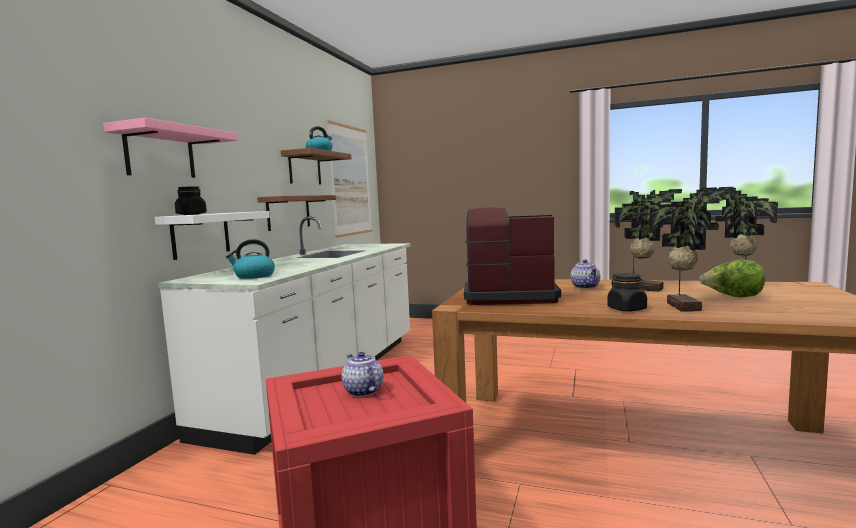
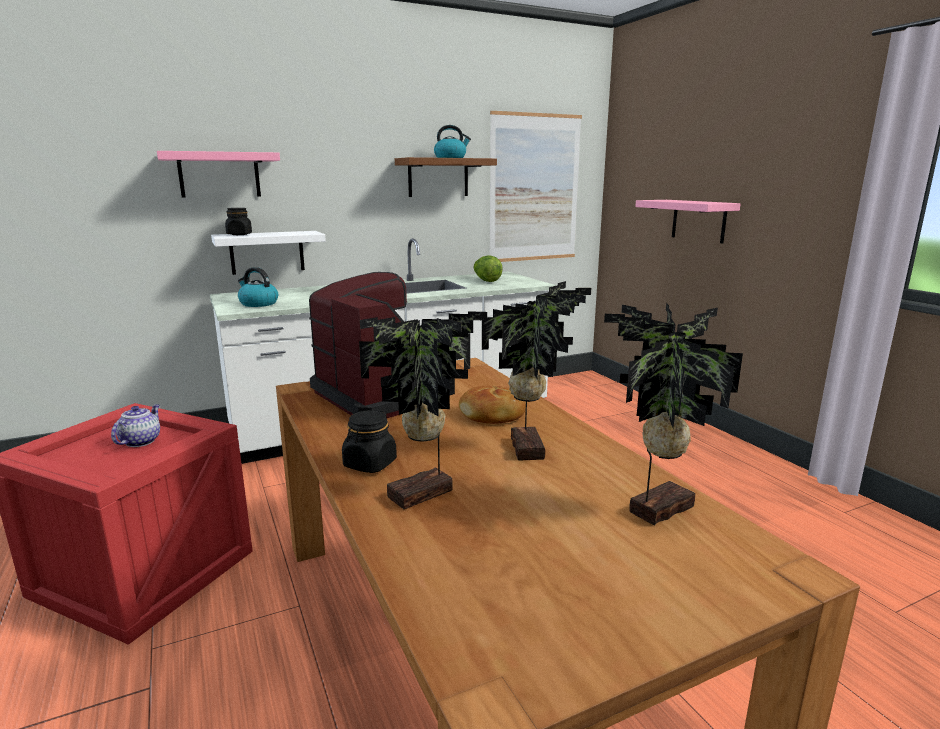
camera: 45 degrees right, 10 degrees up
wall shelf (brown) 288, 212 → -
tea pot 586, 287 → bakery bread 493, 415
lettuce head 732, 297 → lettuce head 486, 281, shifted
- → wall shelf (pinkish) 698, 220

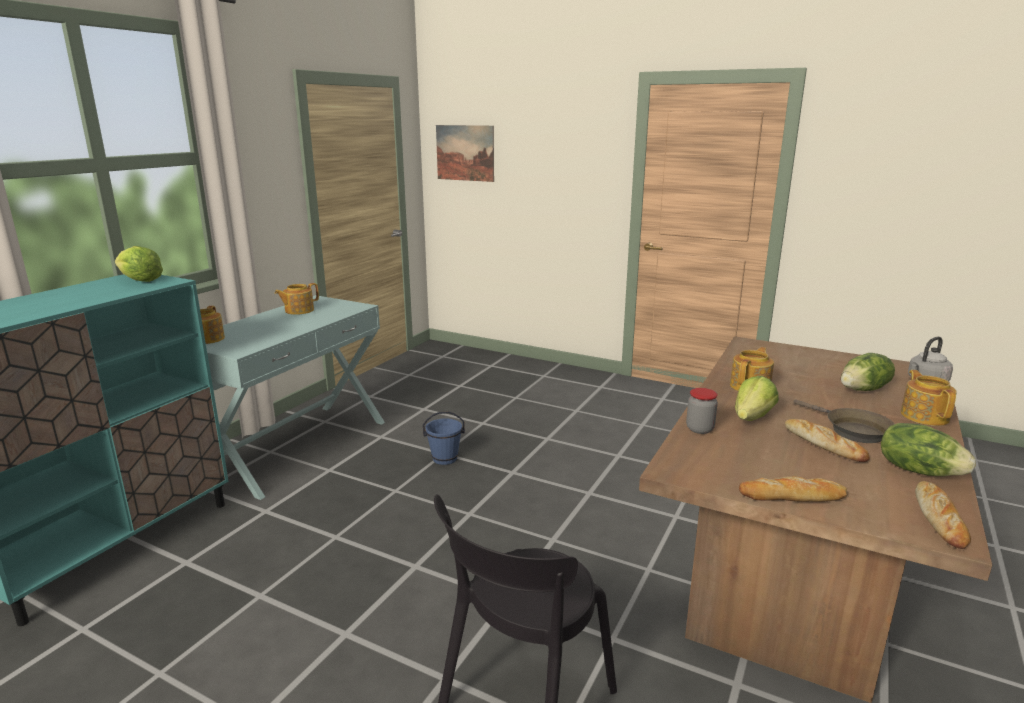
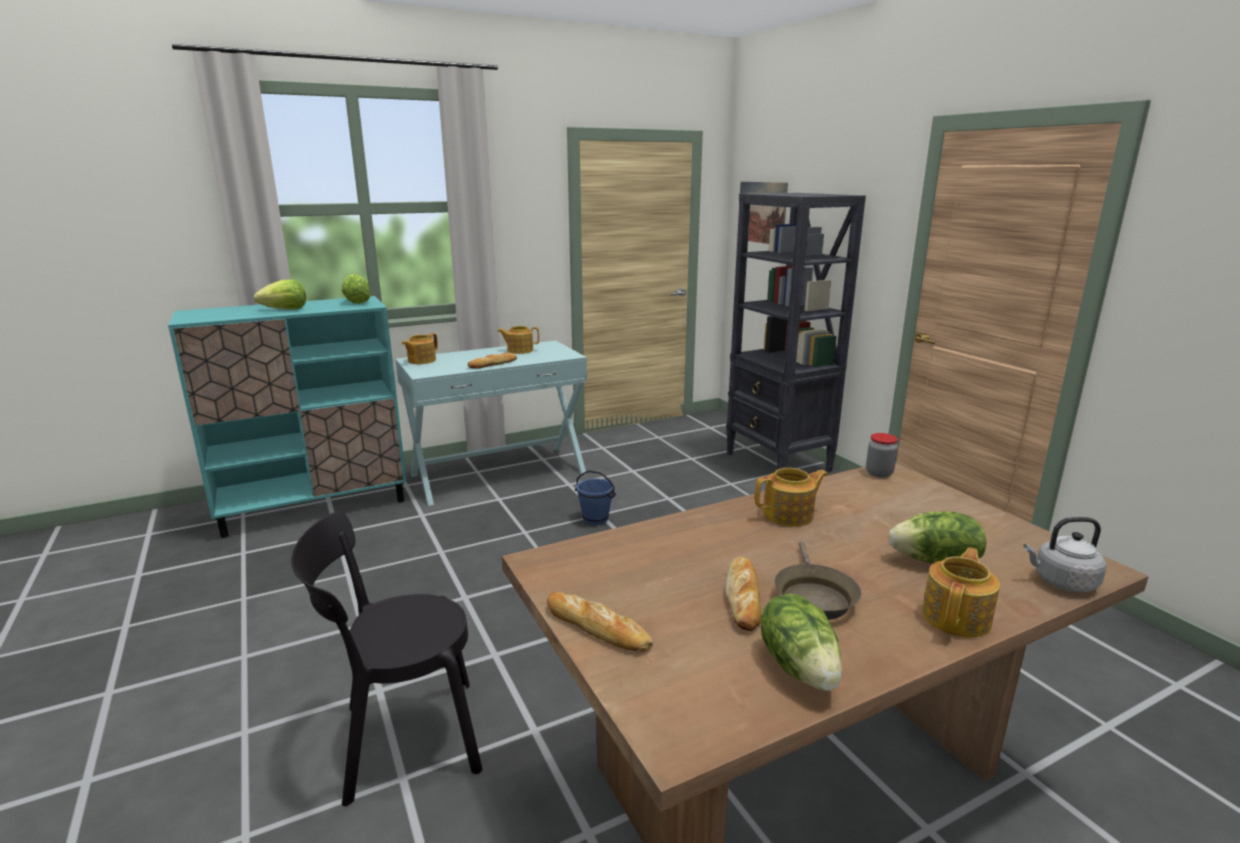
camera: 35 degrees right, 0 degrees up
lettuce head 752, 418 → lettuce head 285, 309, shifted
jar 699, 429 → jar 879, 473, shifted
bakery bread 939, 518 → bakery bread 493, 364, shifted
- → bookshelf (blackish) 778, 462

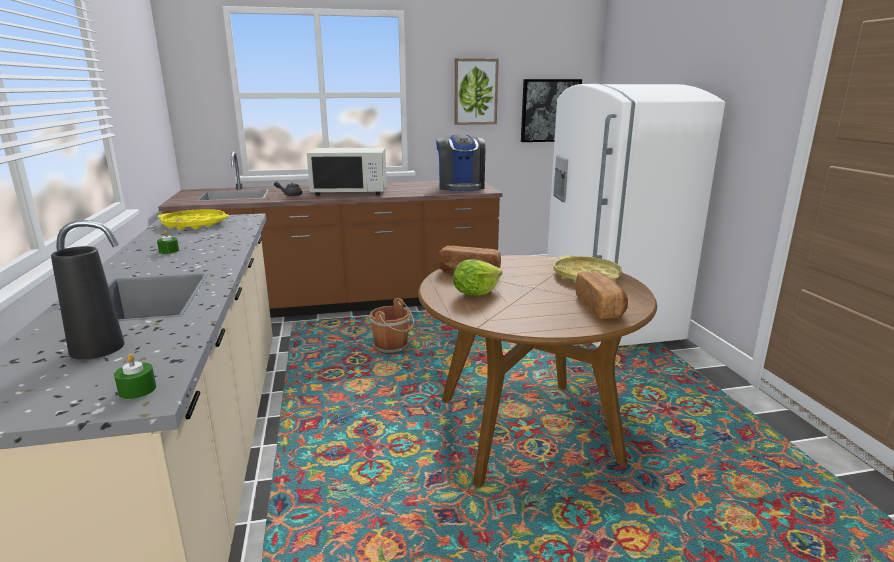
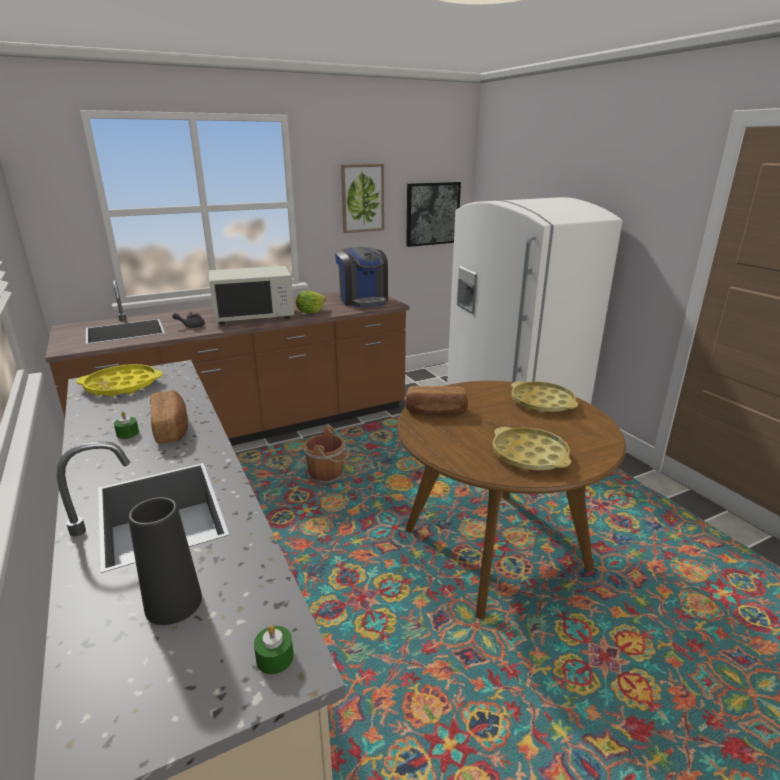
camera: 15 degrees left, 5 degrees up
lettuce head 475, 293 → lettuce head 310, 312, shifted
bakery bread 600, 307 → bakery bread 172, 428, shifted
- → tray (yellowish) 529, 455

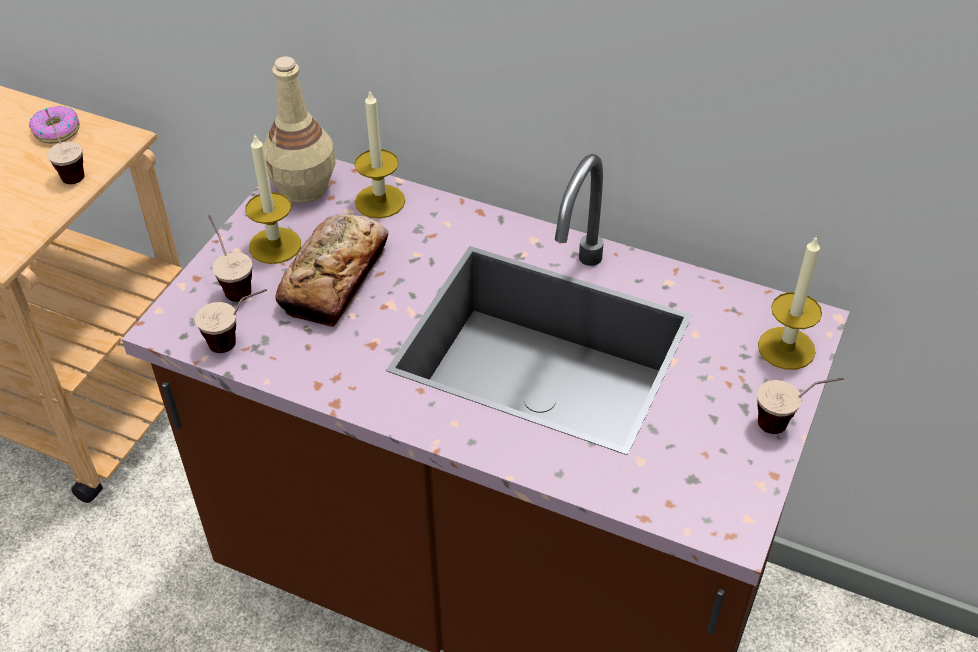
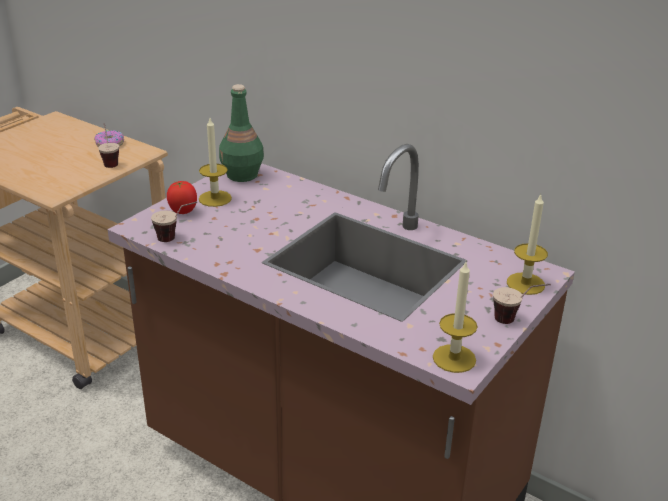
camera: 10 degrees right, 15 degrees down
drink bottle (sand-coloured) 304, 188 → drink bottle (green-coloured) 242, 175
wax light 380, 201 → wax light 454, 358, shifted
bakery bread 334, 277 → -
drinking cup 232, 283 → whole tomato 183, 212

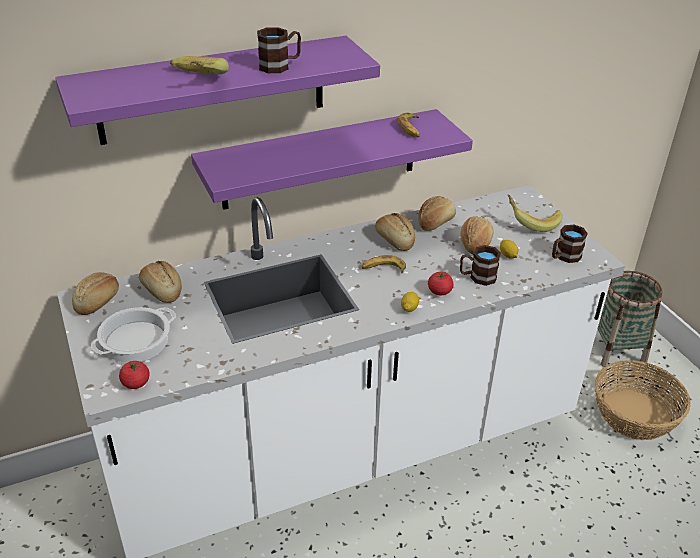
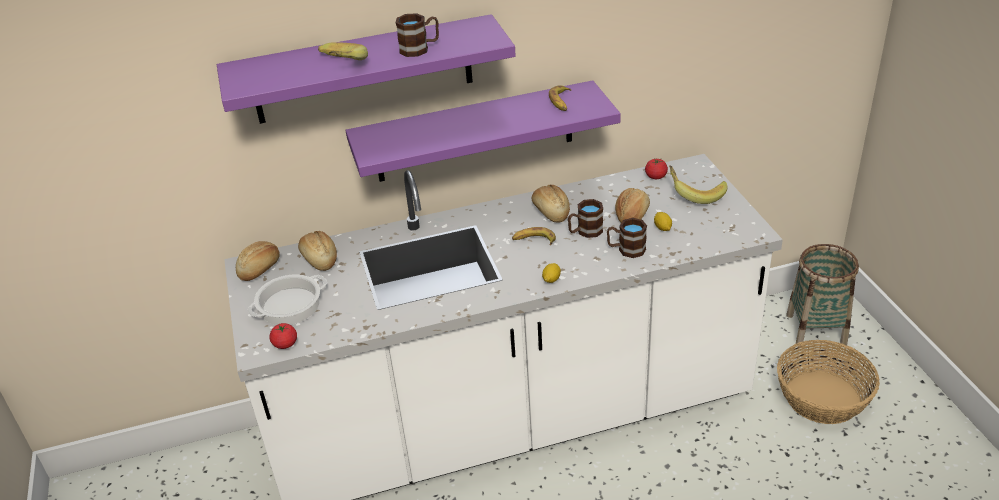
camera: 10 degrees right, 0 degrees up
bakery bread 435, 222 → -
coffee mug (brown) 564, 257 → coffee mug (brown) 585, 232, shifted
whole tomato 439, 292 → whole tomato 656, 176, shifted

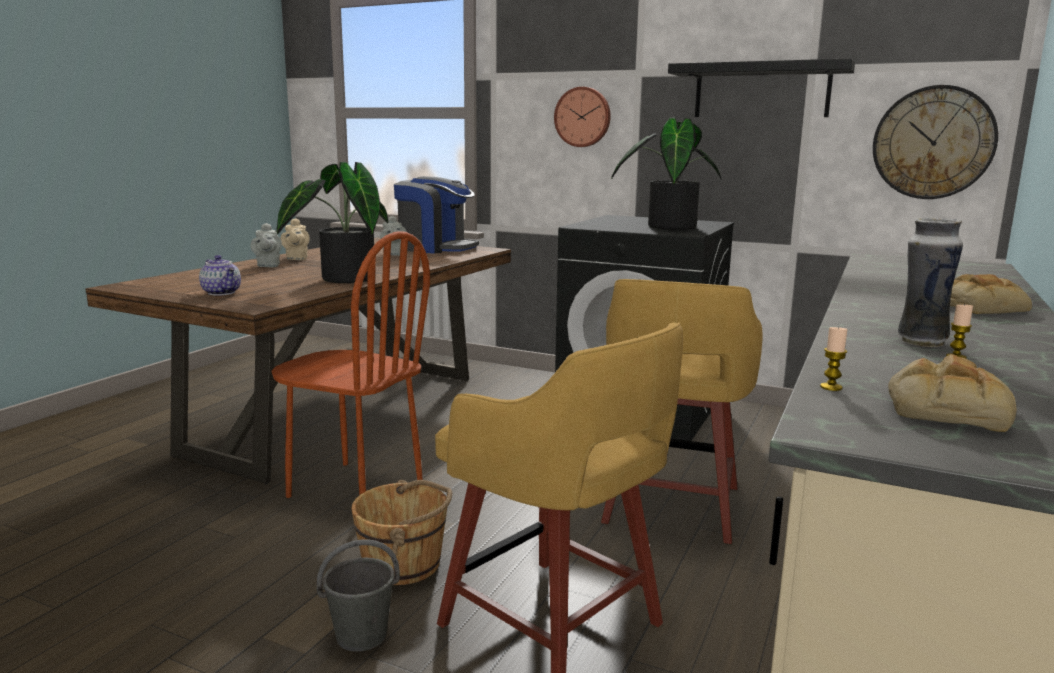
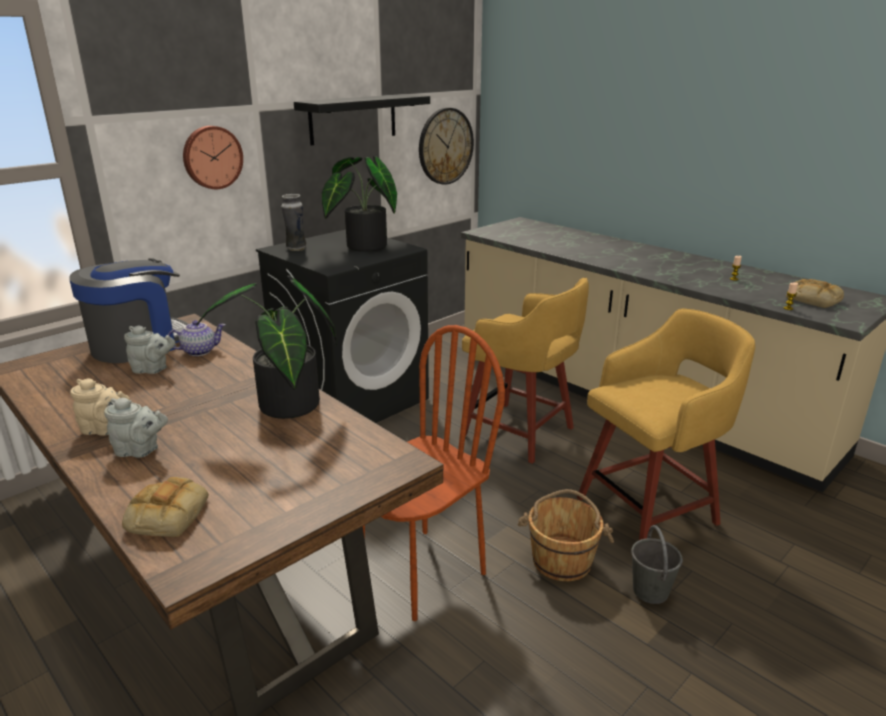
camera: 70 degrees left, 10 degrees up
vase 920, 342 → vase 296, 249, shifted
tea pot 222, 293 → tea pot 199, 351, shifted
bakery bread 980, 307 → bakery bread 166, 514, shifted

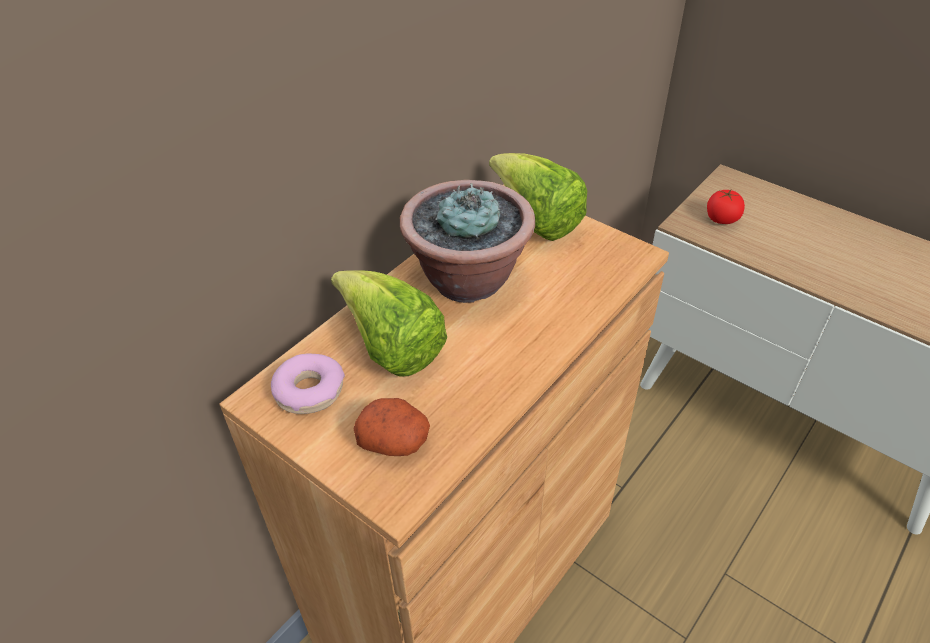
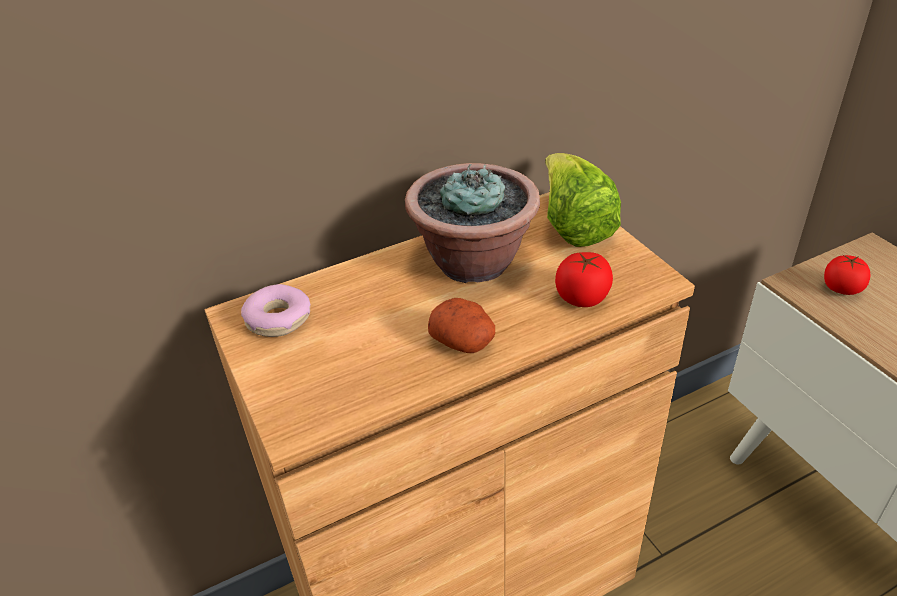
camera: 25 degrees right, 5 degrees down
lettuce head 391, 347 → -
whole potato 395, 441 → whole potato 464, 342, shifted
- → whole tomato 582, 297

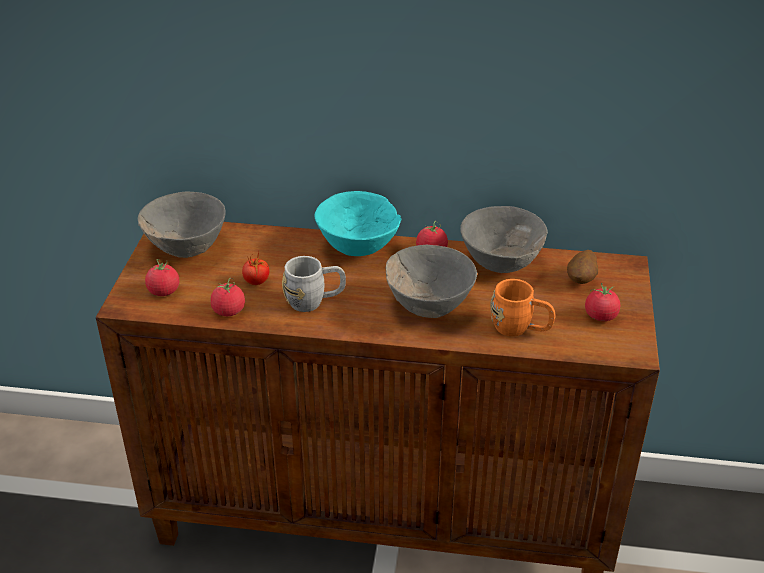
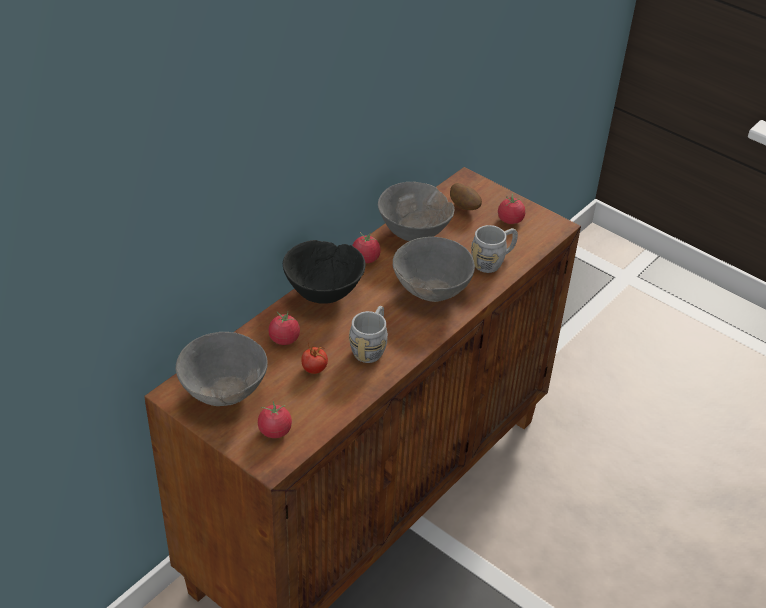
camera: 60 degrees left, 5 degrees up
deep dish (turquoise-coloured) 359, 249 → deep dish (blackish) 324, 293
whole tomato 229, 311 → whole tomato 284, 339, shifted
coffee mug (orange-coloured) 520, 329 → coffee mug (greyish) 493, 261

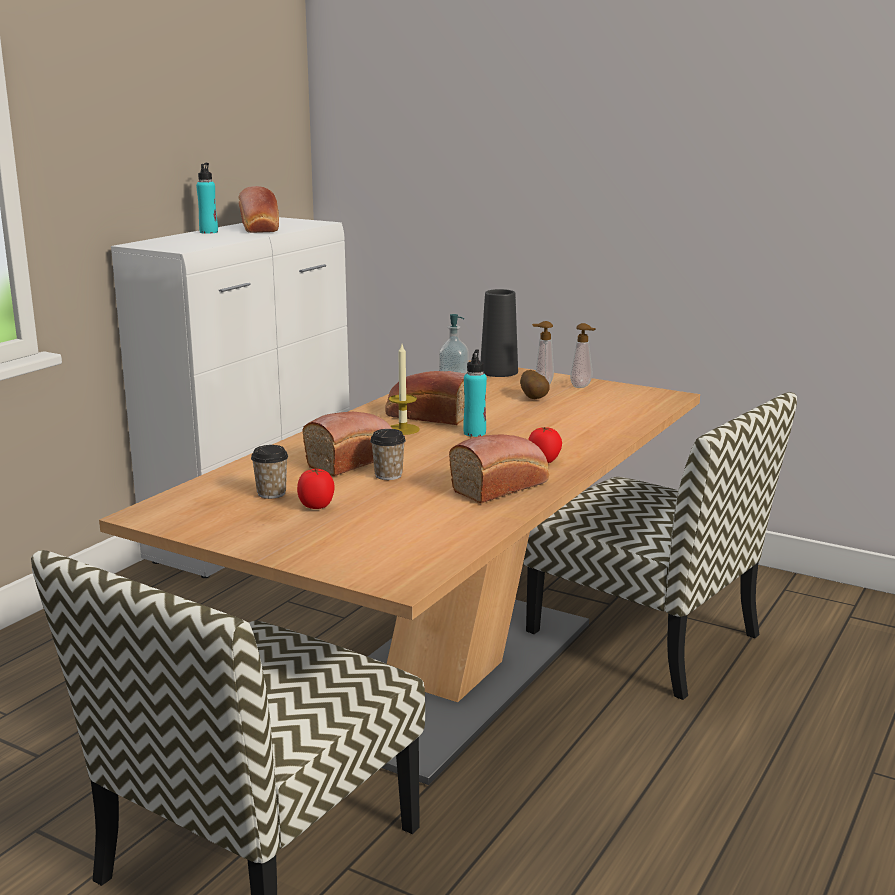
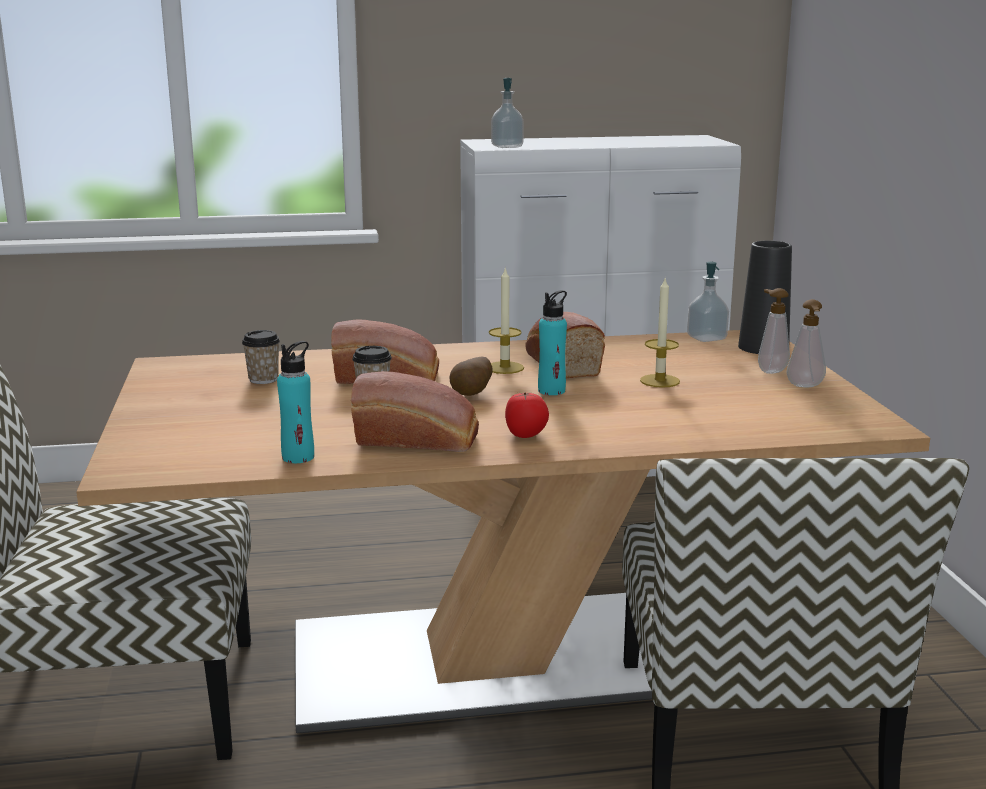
camera: 50 degrees right, 0 degrees up
drink bottle (turquoise-coloured) 209, 232 → drink bottle (turquoise-coloured) 298, 457, shifted
bakery bread 260, 228 → -
whole potato 534, 398 → whole potato 472, 394, shifted
whole tomato 317, 506 → -
- → liquid soap bottle 507, 146
- → wax light 659, 381

